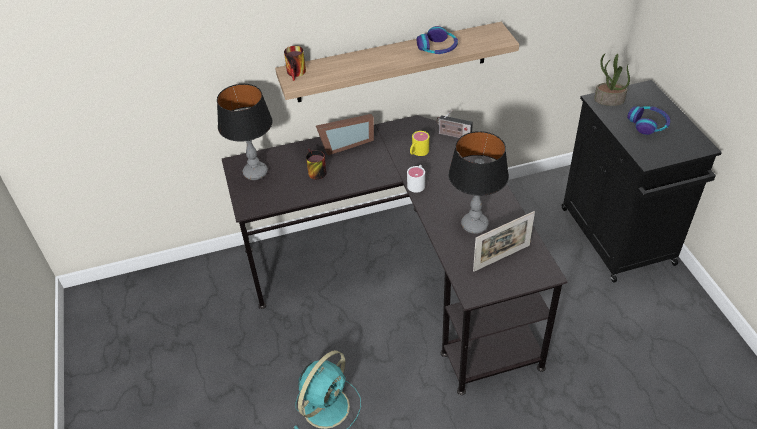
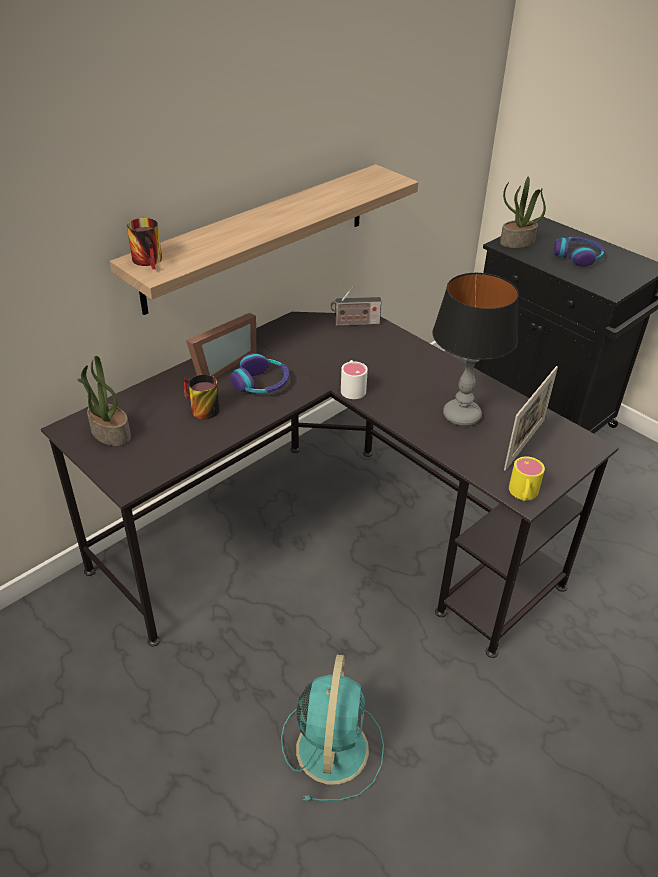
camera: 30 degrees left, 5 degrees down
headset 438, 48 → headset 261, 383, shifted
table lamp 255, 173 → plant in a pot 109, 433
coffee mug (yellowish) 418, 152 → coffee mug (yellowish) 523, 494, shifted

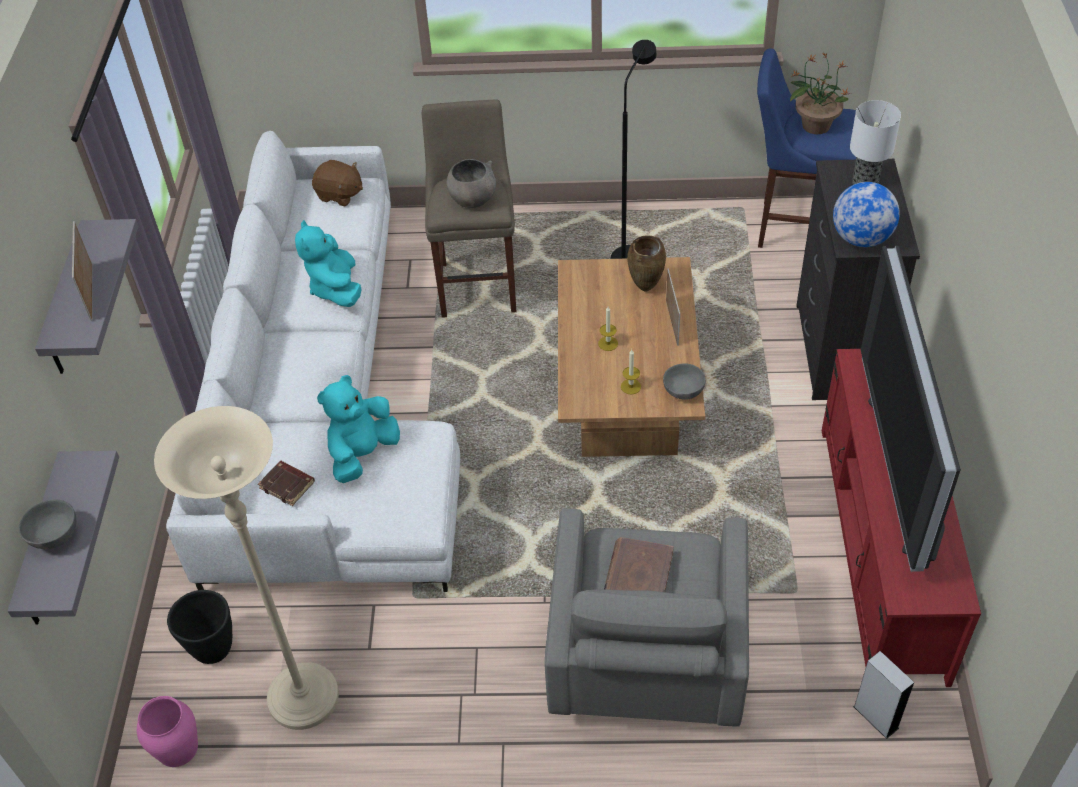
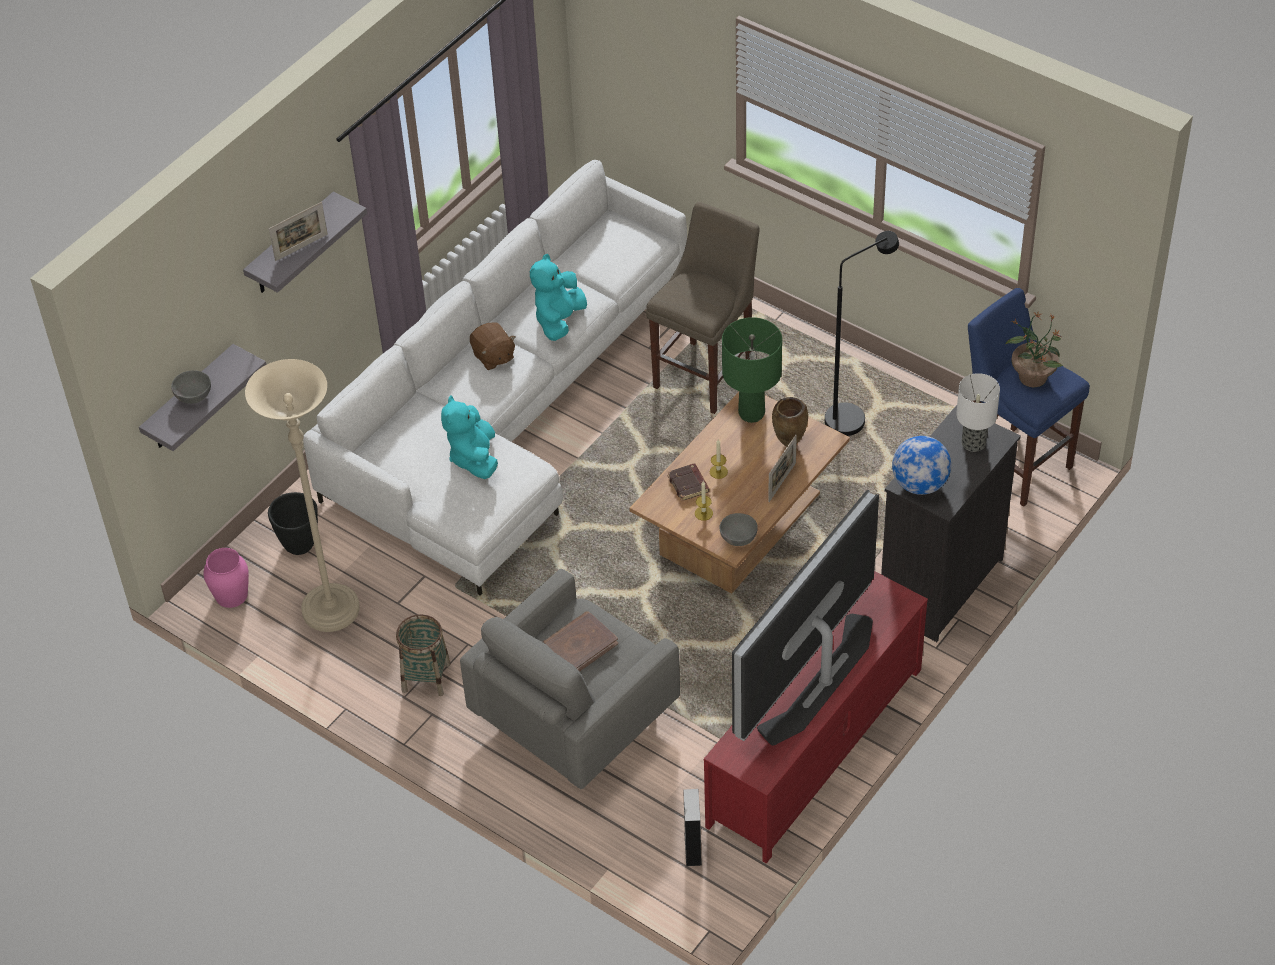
camera: 35 degrees right, 0 degrees up
deep dish (greyish) 472, 199 → -
soft toy (brown) 339, 195 → soft toy (brown) 493, 357, shifted
standing frame 91, 292 → standing frame 301, 247, 150 degrees counterclockwise
soft toy (turquoise-coloured) 362, 454 → soft toy (turquoise-coloured) 474, 458, 75 degrees counterclockwise
book (brown) 288, 485 → book (brown) 689, 484, shifted
- → table lamp (green-coloured) 751, 413
- → basket 426, 677

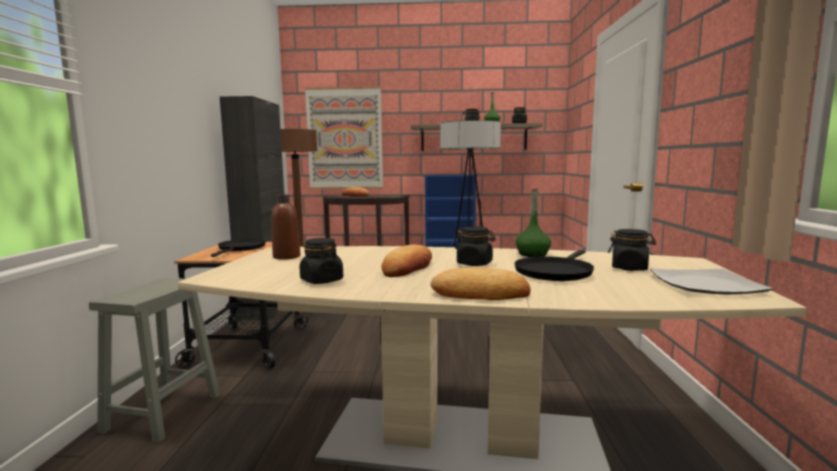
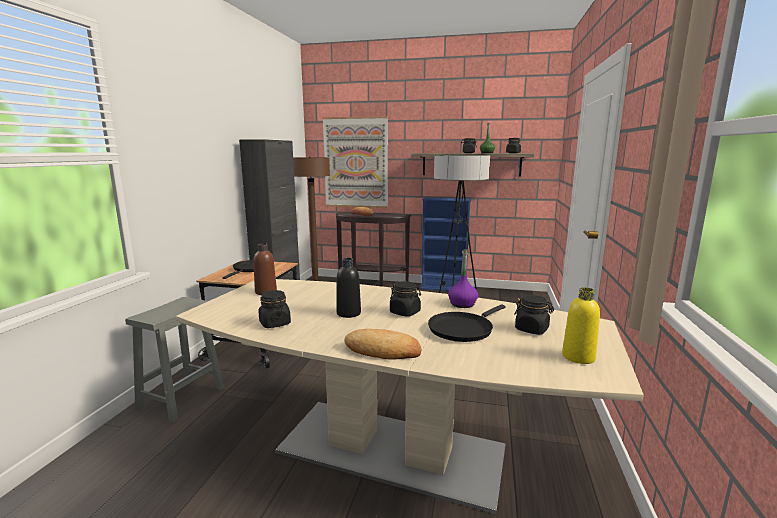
camera: 10 degrees right, 5 degrees up
drink bottle (green-coloured) 532, 254 → drink bottle (purplish) 462, 304
bakery bread 408, 268 → drink bottle (blackish) 348, 313
plate 704, 285 → drink bottle (yellowish) 578, 357

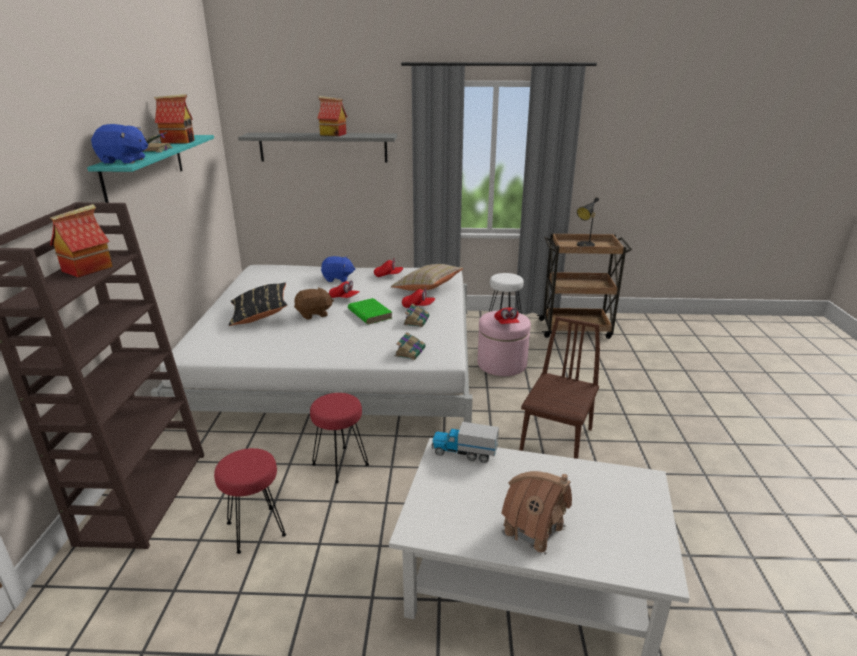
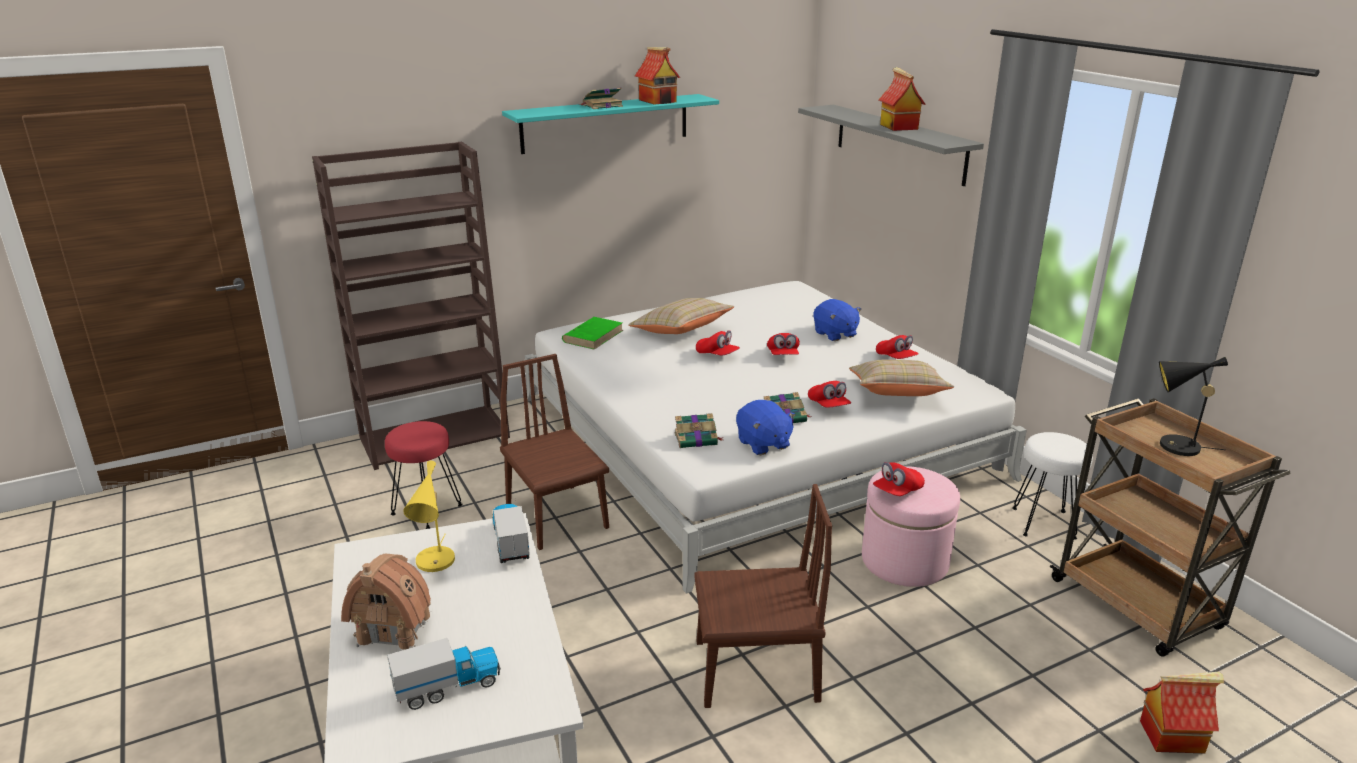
camera: 60 degrees right, 0 degrees up
soft toy (blue-coloured) 124, 161 → soft toy (blue-coloured) 763, 444, shifted
toy house 87, 269 → toy house 1172, 736, shifted
throw pillow (blackish) 260, 315 → throw pillow (sand-coloured) 681, 331
soft toy (brown) 314, 314 → baseball cap (reddish) 717, 355
book (green-coloured) 369, 313 → book (green-coloured) 593, 336, shifted
stool seat (reddish) 340, 464 → chair (brown) 556, 516
- → table lamp (yellowish) 435, 564
- → toy lorry 448, 687

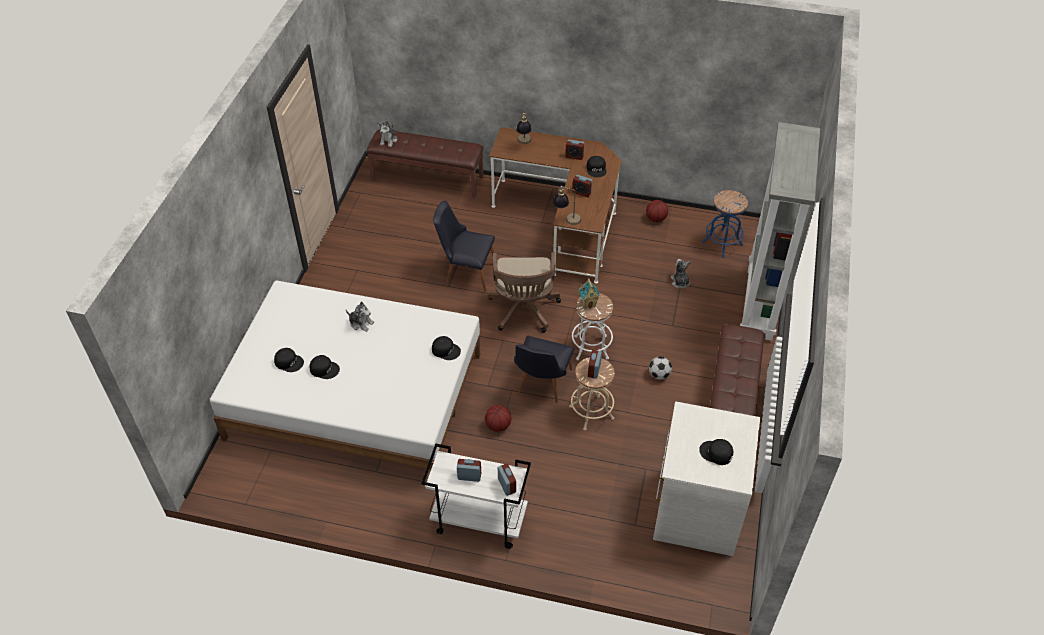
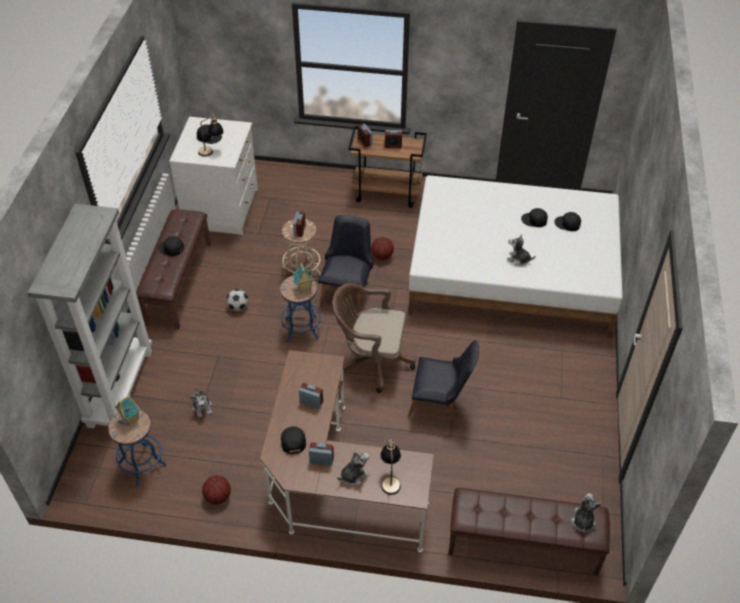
camera: 175 degrees right, 0 degrees up
table lamp 566, 220 → table lamp 212, 151, shifted
office chair (brown) 523, 312 → office chair (brown) 371, 361, 75 degrees counterclockwise
stool seat (white) 591, 347 → stool seat (blue-coloured) 301, 328
baseball cap (blackish) 446, 350 → baseball cap (blackish) 171, 248, shifted
trolley (white) 478, 522 → trolley (brown) 387, 193
- → toy house 130, 419
- → soft toy 353, 475

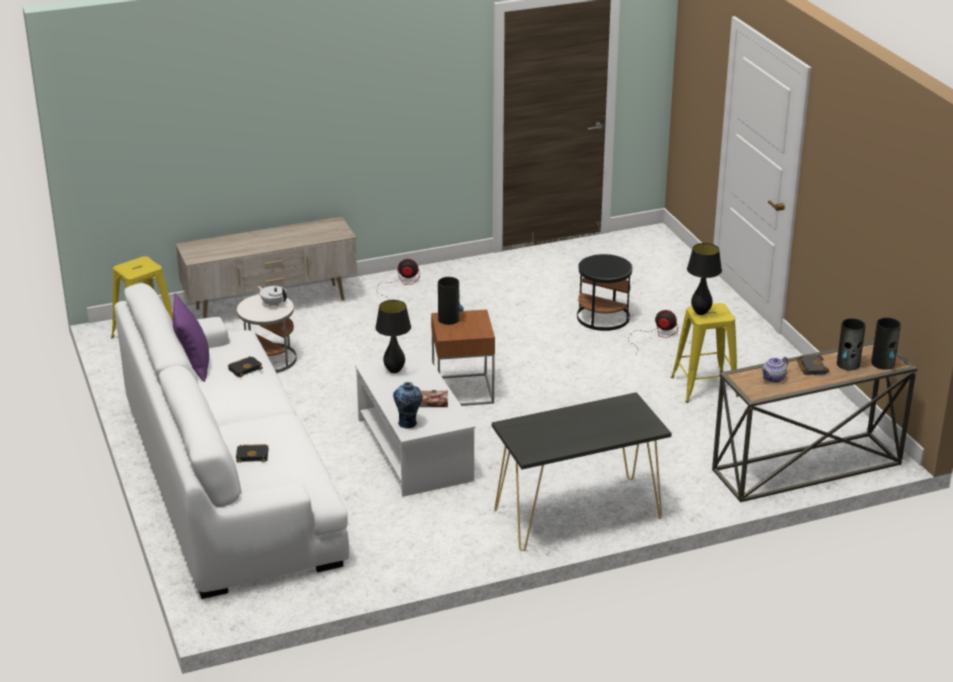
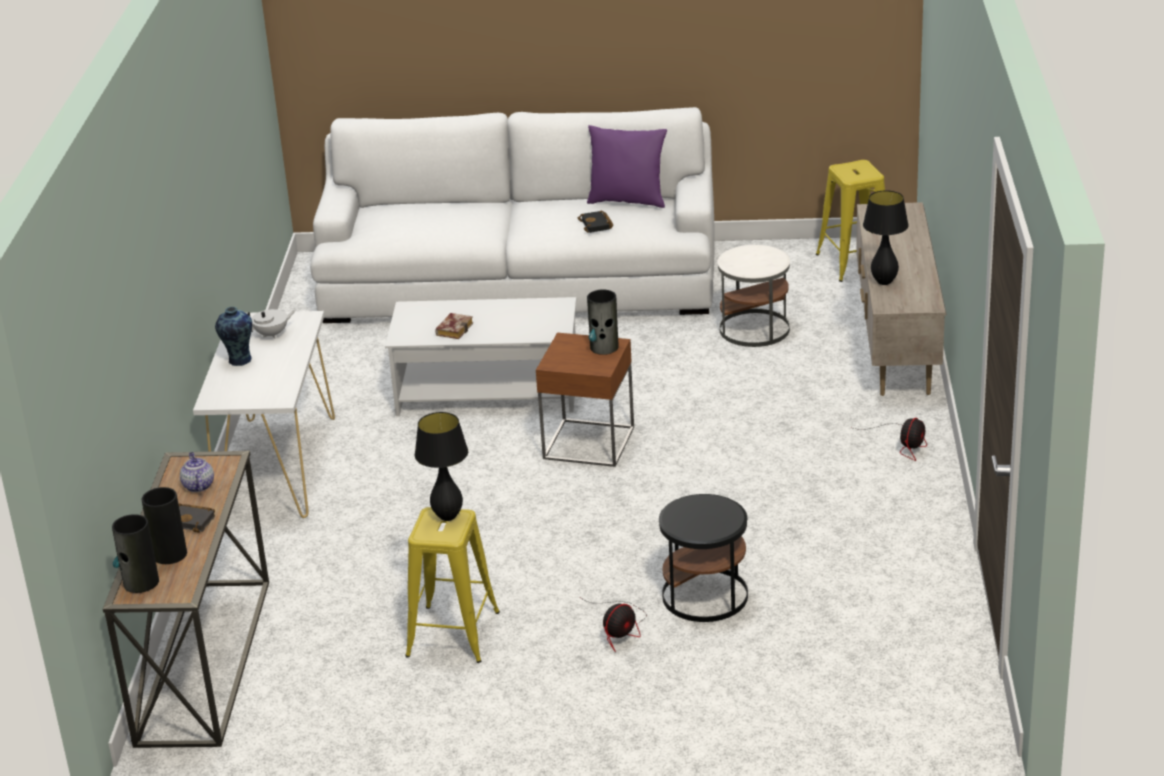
camera: 115 degrees right, 0 degrees up
tea pot (white) 273, 303 → tea pot (white) 272, 334, shifted
table lamp (blackish) 394, 371 → table lamp (blackish) 884, 282, shifted
vase 408, 423 → vase 239, 360, shifted
console table (blackish) 577, 514 → console table (white) 277, 466
book (blackish) 253, 455 → -

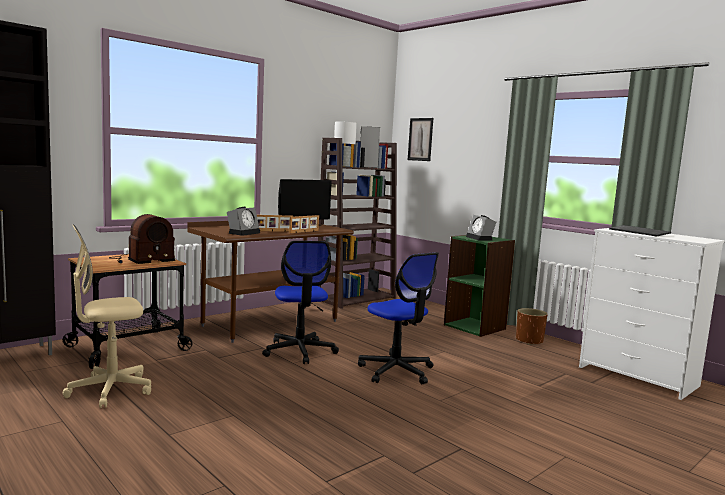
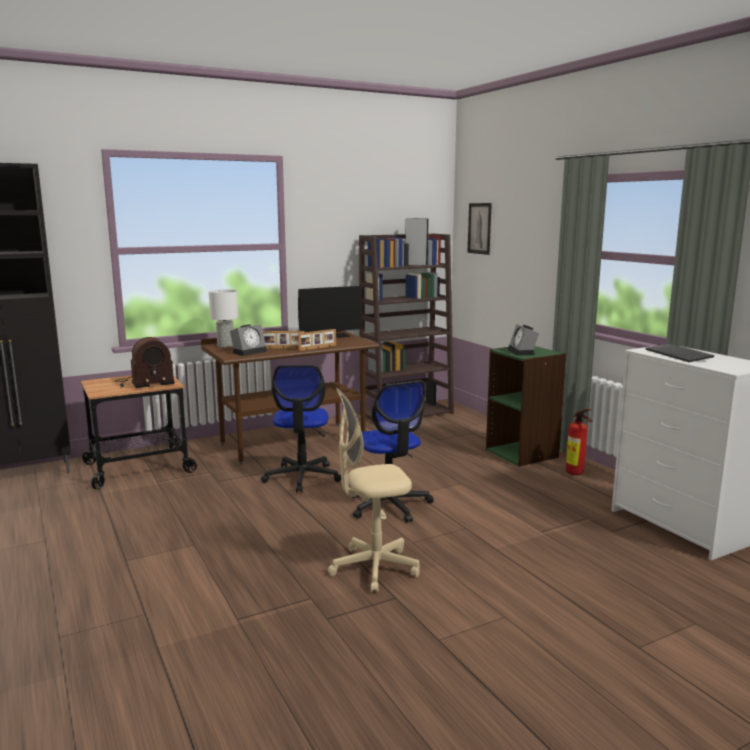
camera: 15 degrees right, 5 degrees up
table lamp (white) 344, 166 → table lamp (white) 226, 346, shifted
office chair (sand-coloured) 110, 390 → office chair (sand-coloured) 374, 568, shifted
plant pot (brown) 529, 341 → fire extinguisher 576, 473

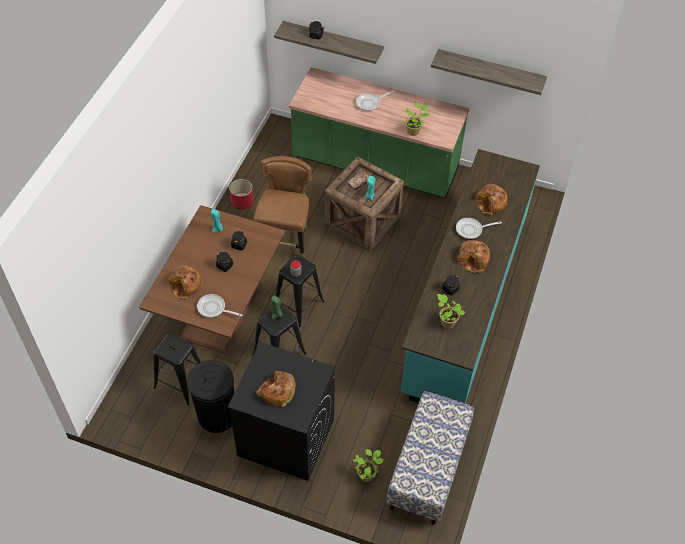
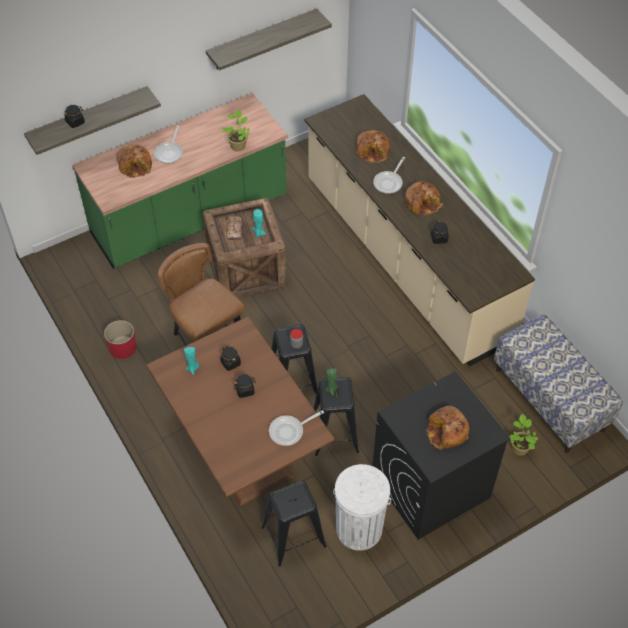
camera: 50 degrees left, 0 degrees up
kitchen base unit (turquoise-coloured) 464, 302 → kitchen base unit (sand-coloured) 405, 259
bakery bread 185, 285 → bakery bread 136, 165, shifted
plant in a pot 446, 322 → -
rubbish bin (blackish) 217, 415 → rubbish bin (white) 359, 529

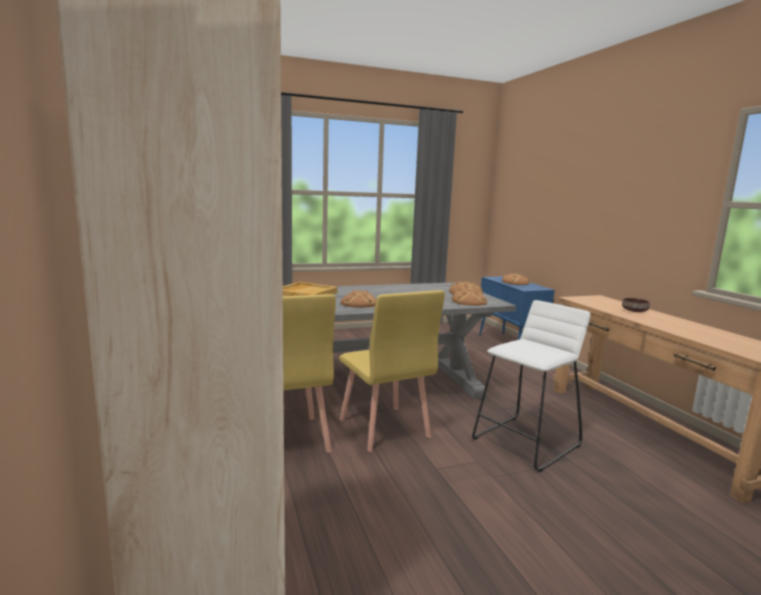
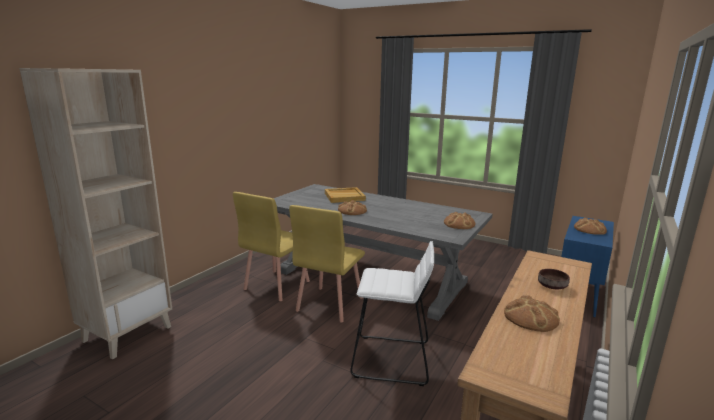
camera: 50 degrees right, 5 degrees up
bakery bread 468, 301 → bakery bread 531, 317, shifted

